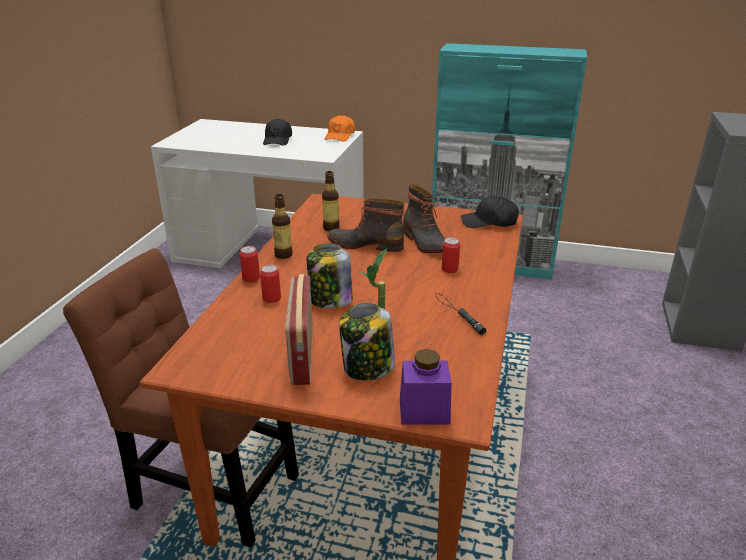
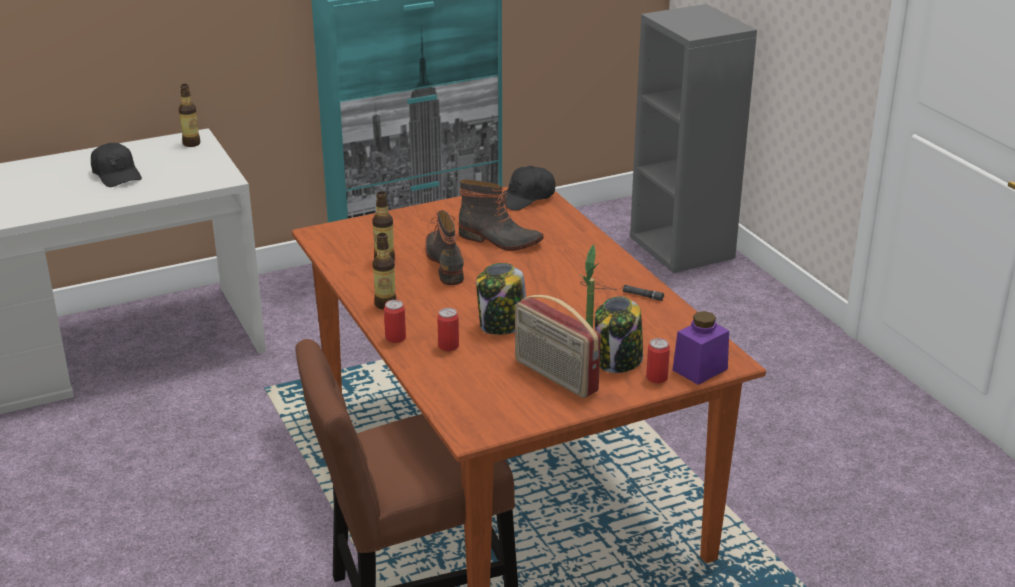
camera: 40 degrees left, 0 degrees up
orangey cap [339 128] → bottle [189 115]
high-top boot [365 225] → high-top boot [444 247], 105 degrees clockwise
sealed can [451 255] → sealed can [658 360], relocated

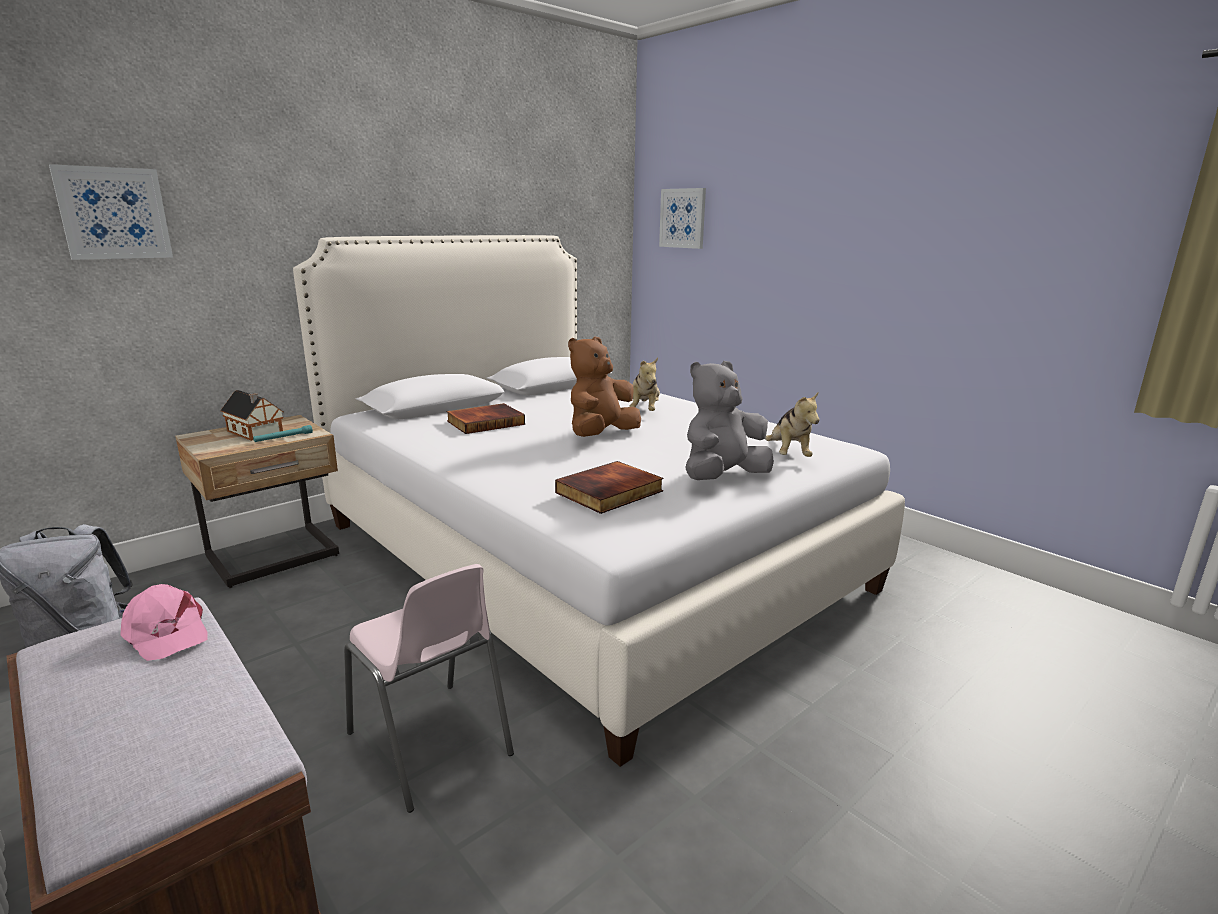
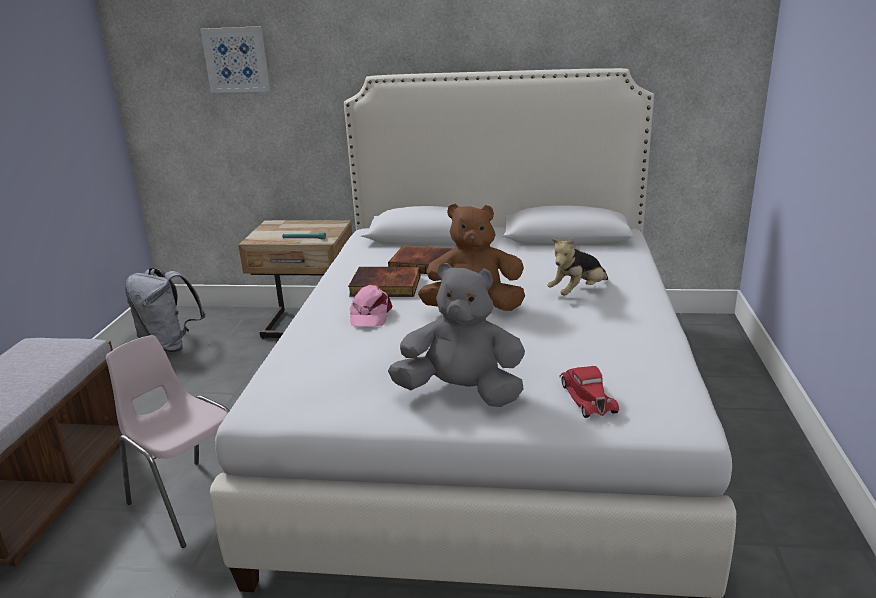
camera: 50 degrees right, 5 degrees up
wall picture [682 218] → -
model house [251 415] → -
plush toy [792 424] → red-coloured model car [589 392]
volume [609 487] → volume [384 282], relocated
pink-coloured chair [429 688] → pink-coloured chair [168 441], 120 degrees clockwise
pink-coloured cap [164 622] → pink-coloured cap [371 306], relocated

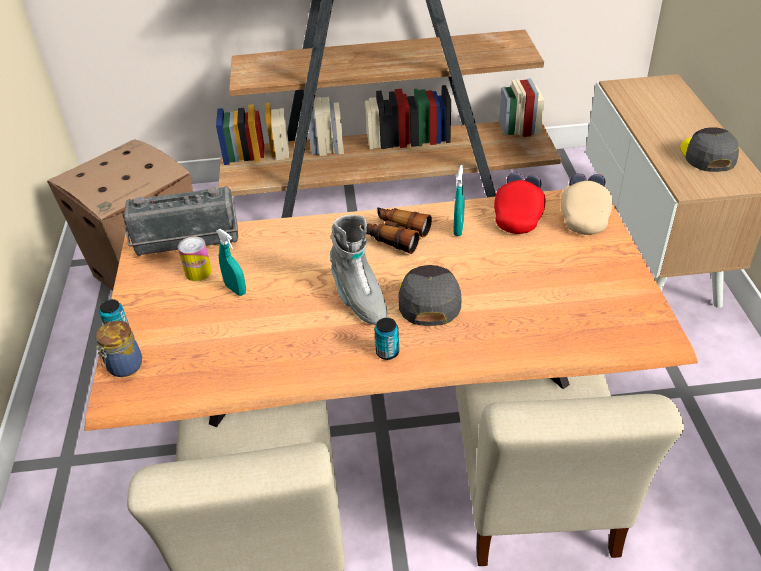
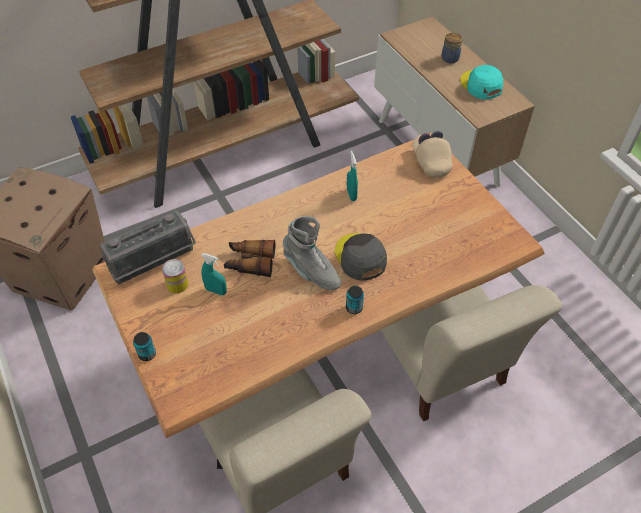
camera: 25 degrees left, 10 degrees up
gray cap [709 149] → turquoise-coloured cap [481 82]
red-coloured cap [520 203] → -
pair of binoculars [396 230] → pair of binoculars [249 258], relocated
jar [118 348] → jar [452 48], relocated

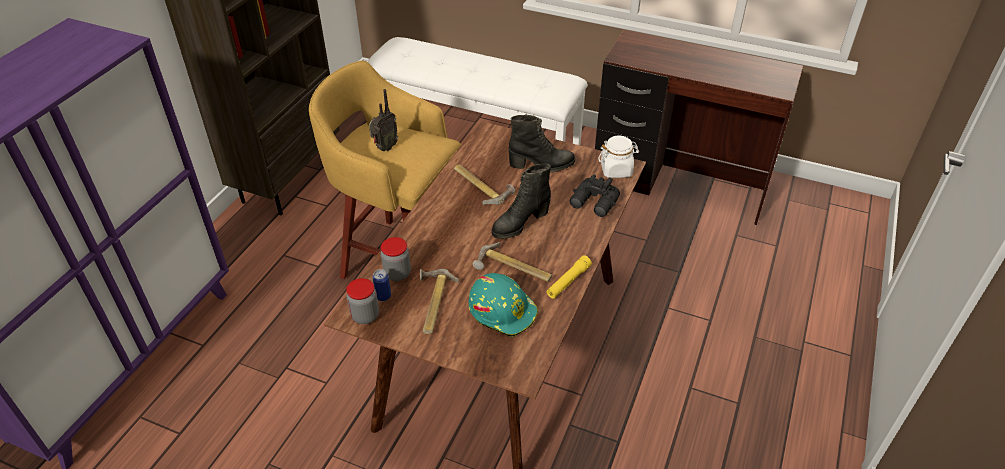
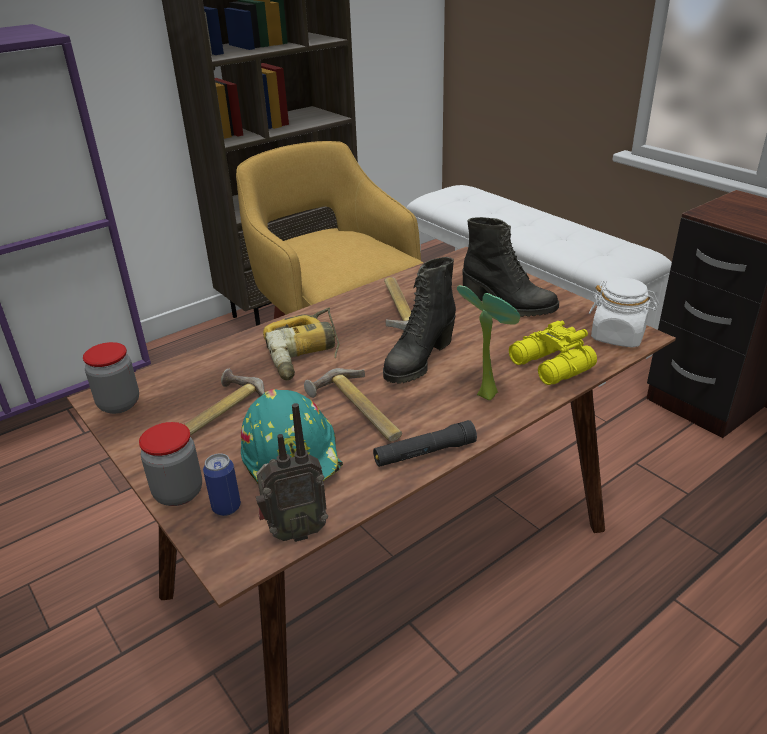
camera: 30 degrees right, 10 degrees down
radio receiver [383 120] → radio receiver [292 472], relocated
blackish high-top boot [521 201] → blackish high-top boot [419 320], 45 degrees counterclockwise
blackish pair of binoculars [595 196] → yellow pair of binoculars [553 353]
jar [396 259] → jar [170 464], relocated
yellow flashlight [569 277] → blackish flashlight [425 443]
sealed can [381 285] → sealed can [222 484], relocated
- → plant in a pot [488 342]
- → power drill [301 343]

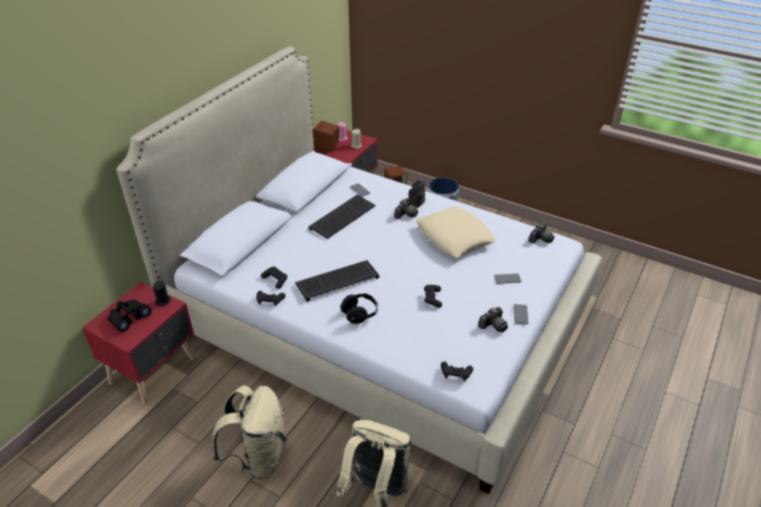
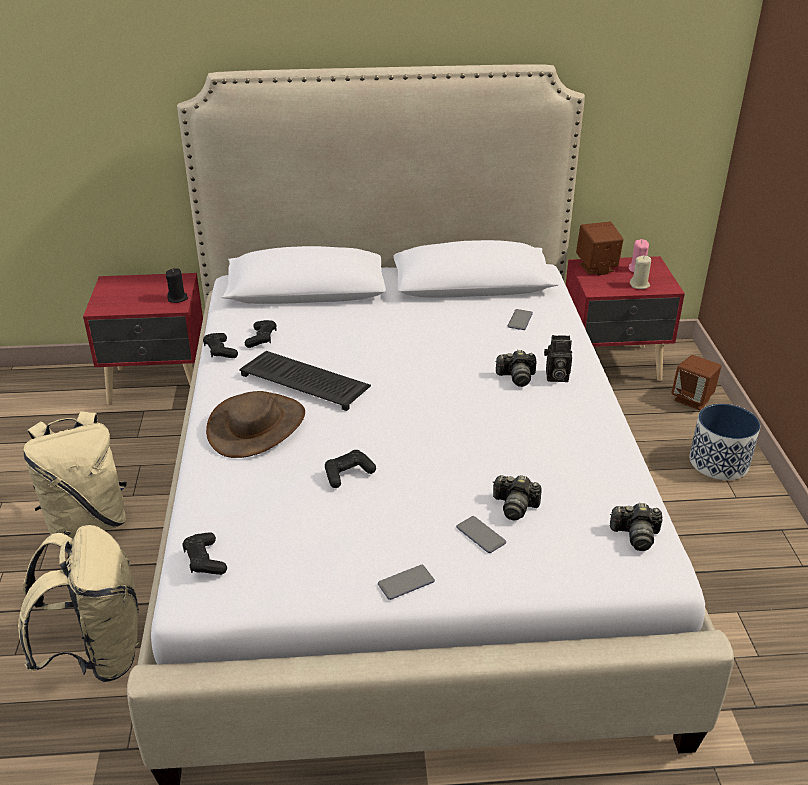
camera: 55 degrees right, 5 degrees down
keyboard [342 217] → -
sand-coloured throw pillow [455 232] → -
blackish headset [359 308] → brownish wearable hat [255 424]
blackish pair of binoculars [130 316] → -
still camera [493 320] → still camera [517 498], relocated

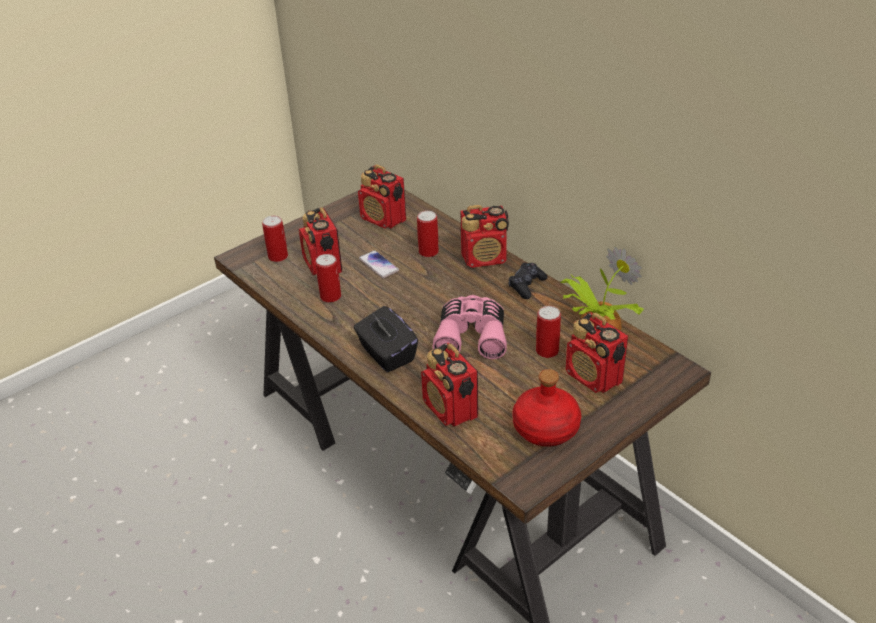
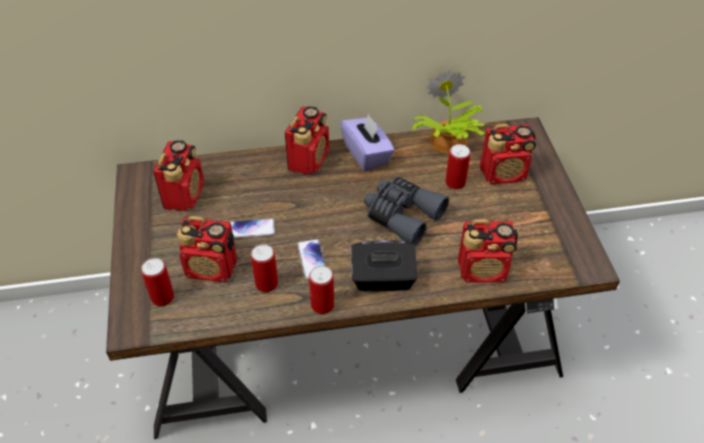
camera: 60 degrees left, 10 degrees up
radio receiver [382 196] → radio receiver [178 175], 60 degrees counterclockwise
sealed can [428 234] → sealed can [321 290], relocated
blackish game controller [528 281] → purplish tissue box [367 142]
pink-coloured pair of binoculars [470 327] → gray pair of binoculars [406 211]
red-coloured bottle [546 408] → -
- → handset [311 259]

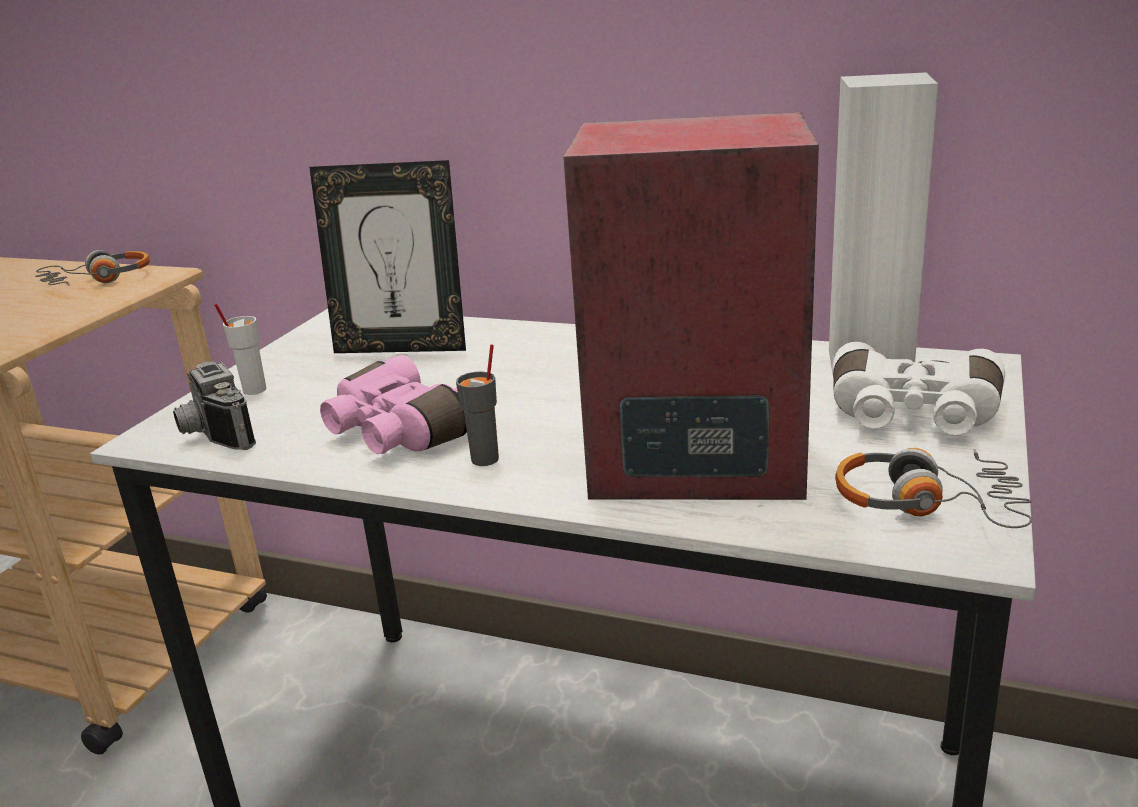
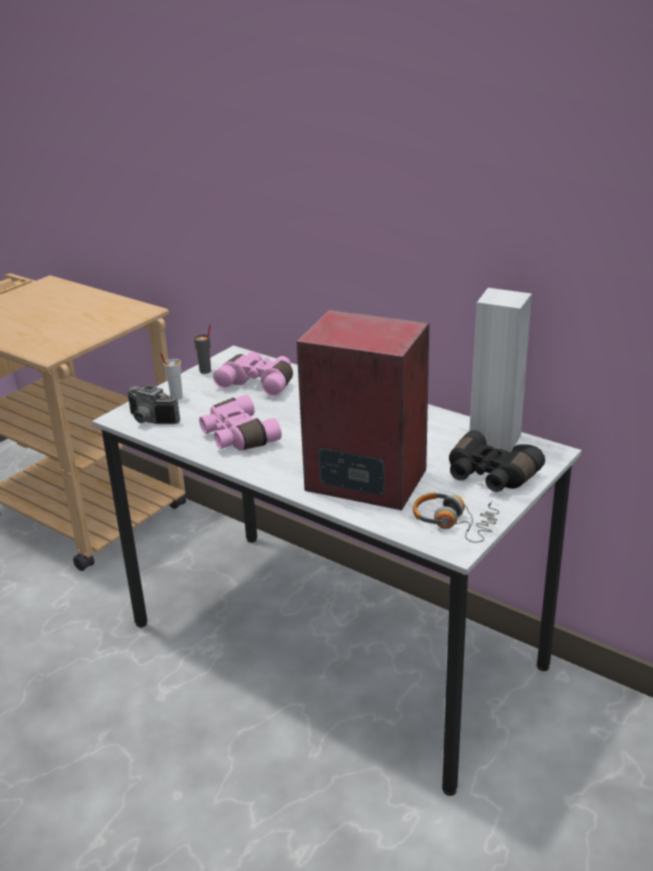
camera: 15 degrees right, 5 degrees up
standing frame [387 256] → pink-coloured pair of binoculars [253 374]
headset [92 267] → -
white pair of binoculars [919 388] → blackish pair of binoculars [497 461]
gray small cup [477 405] → gray small cup [202 349], relocated
still camera [214 405] → still camera [153 404], 45 degrees counterclockwise

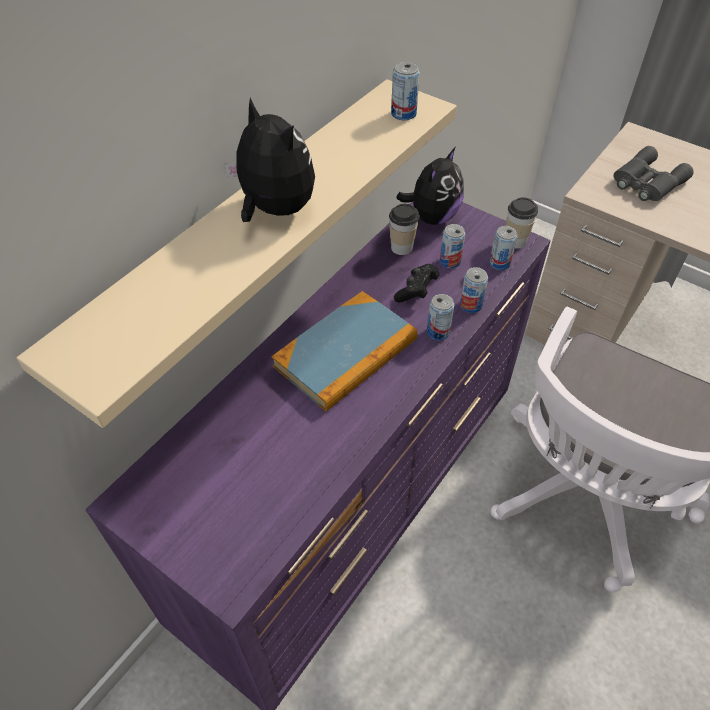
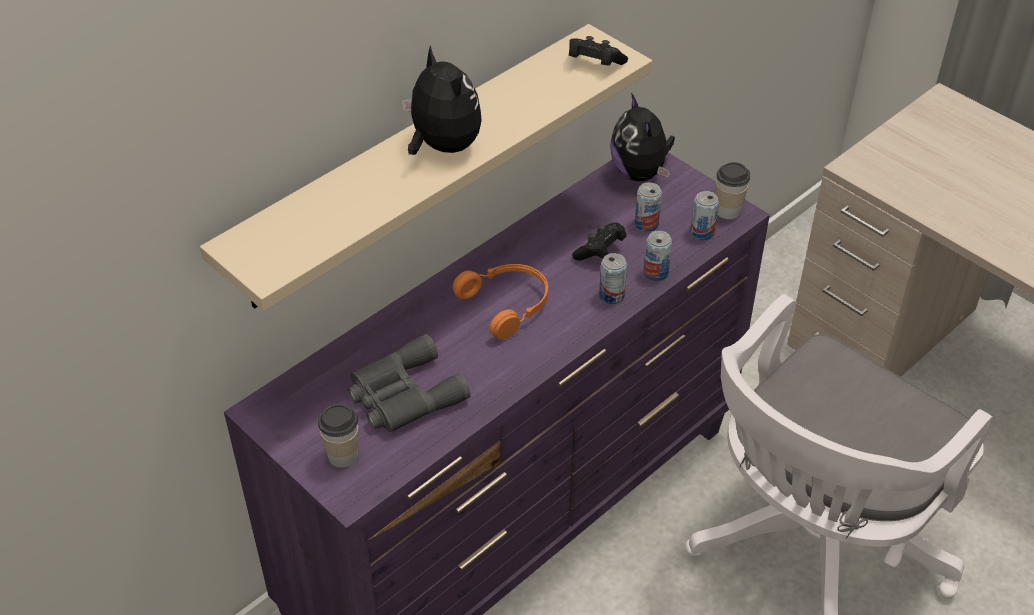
camera: 10 degrees right, 5 degrees down
sealed can [405 91] → blackish game controller [598 51]
gray pair of binoculars [653 173] → gray pair of binoculars [409 383], relocated
plush toy [430 186] → plush toy [642 137], 120 degrees clockwise
small cup [404 229] → small cup [338 436], relocated
volume [344 351] → orangey headset [500 302]

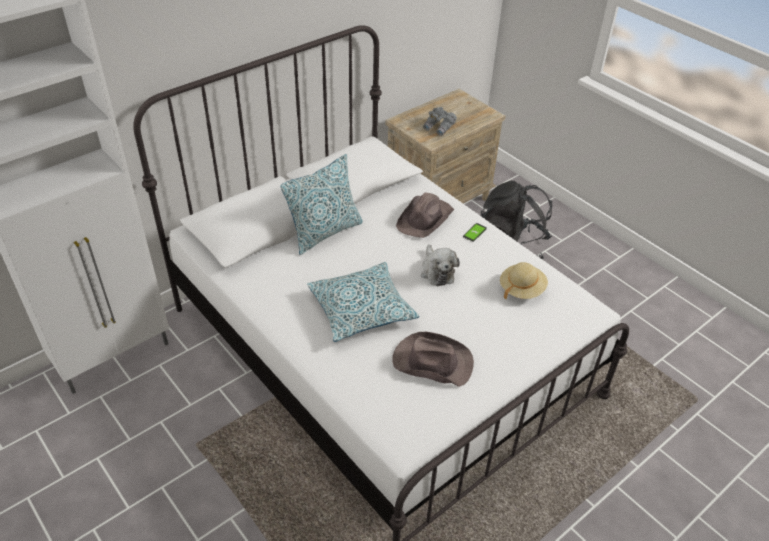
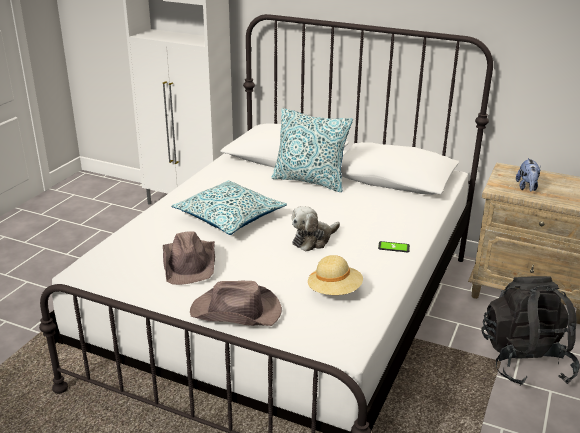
camera: 65 degrees right, 15 degrees down
gray pair of binoculars [440 121] → plush toy [528 175]
brownish wearable hat [425 215] → brownish wearable hat [236 303], relocated

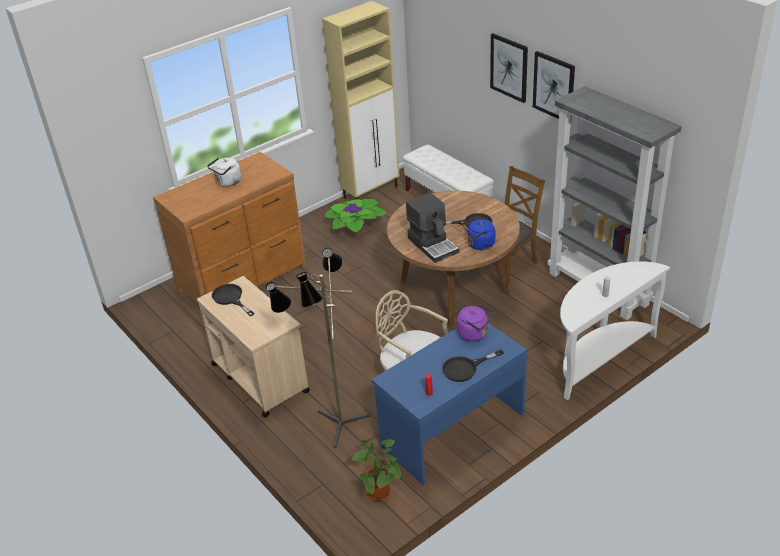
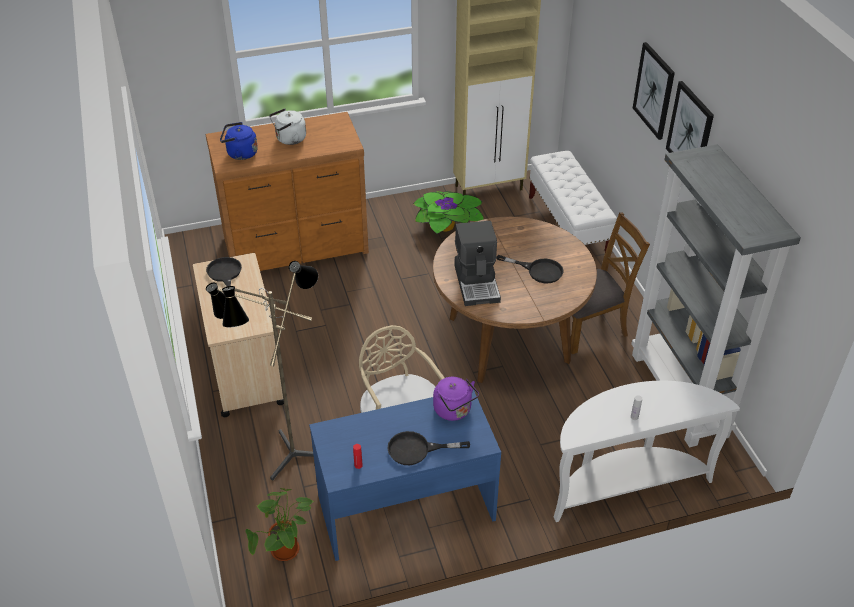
camera: 20 degrees right, 5 degrees up
blue water kettle [479 233] → blue water kettle [239 141], relocated

